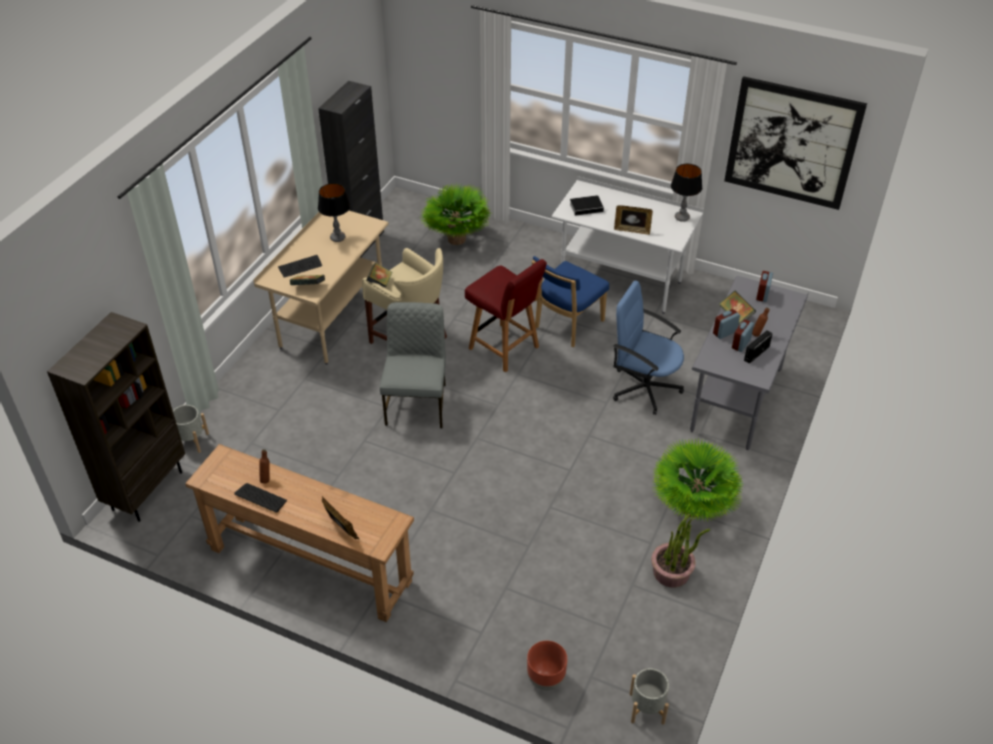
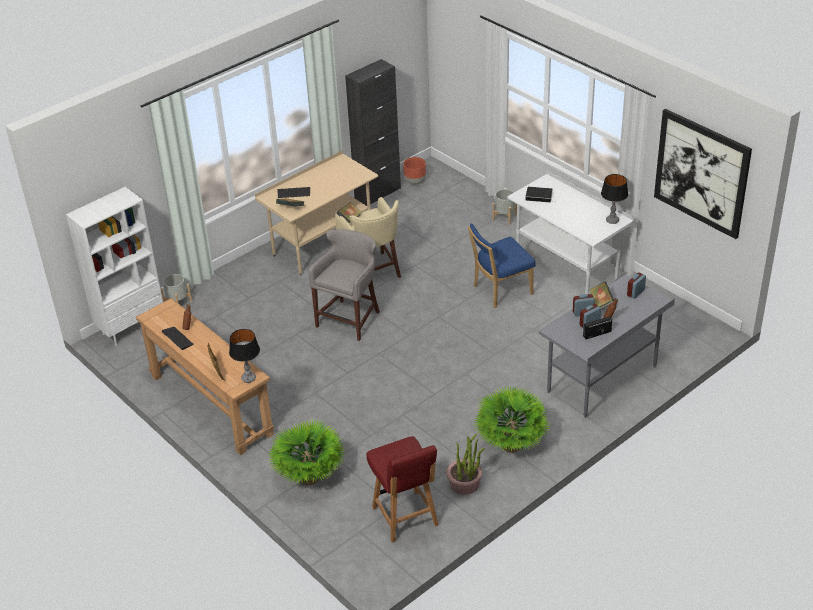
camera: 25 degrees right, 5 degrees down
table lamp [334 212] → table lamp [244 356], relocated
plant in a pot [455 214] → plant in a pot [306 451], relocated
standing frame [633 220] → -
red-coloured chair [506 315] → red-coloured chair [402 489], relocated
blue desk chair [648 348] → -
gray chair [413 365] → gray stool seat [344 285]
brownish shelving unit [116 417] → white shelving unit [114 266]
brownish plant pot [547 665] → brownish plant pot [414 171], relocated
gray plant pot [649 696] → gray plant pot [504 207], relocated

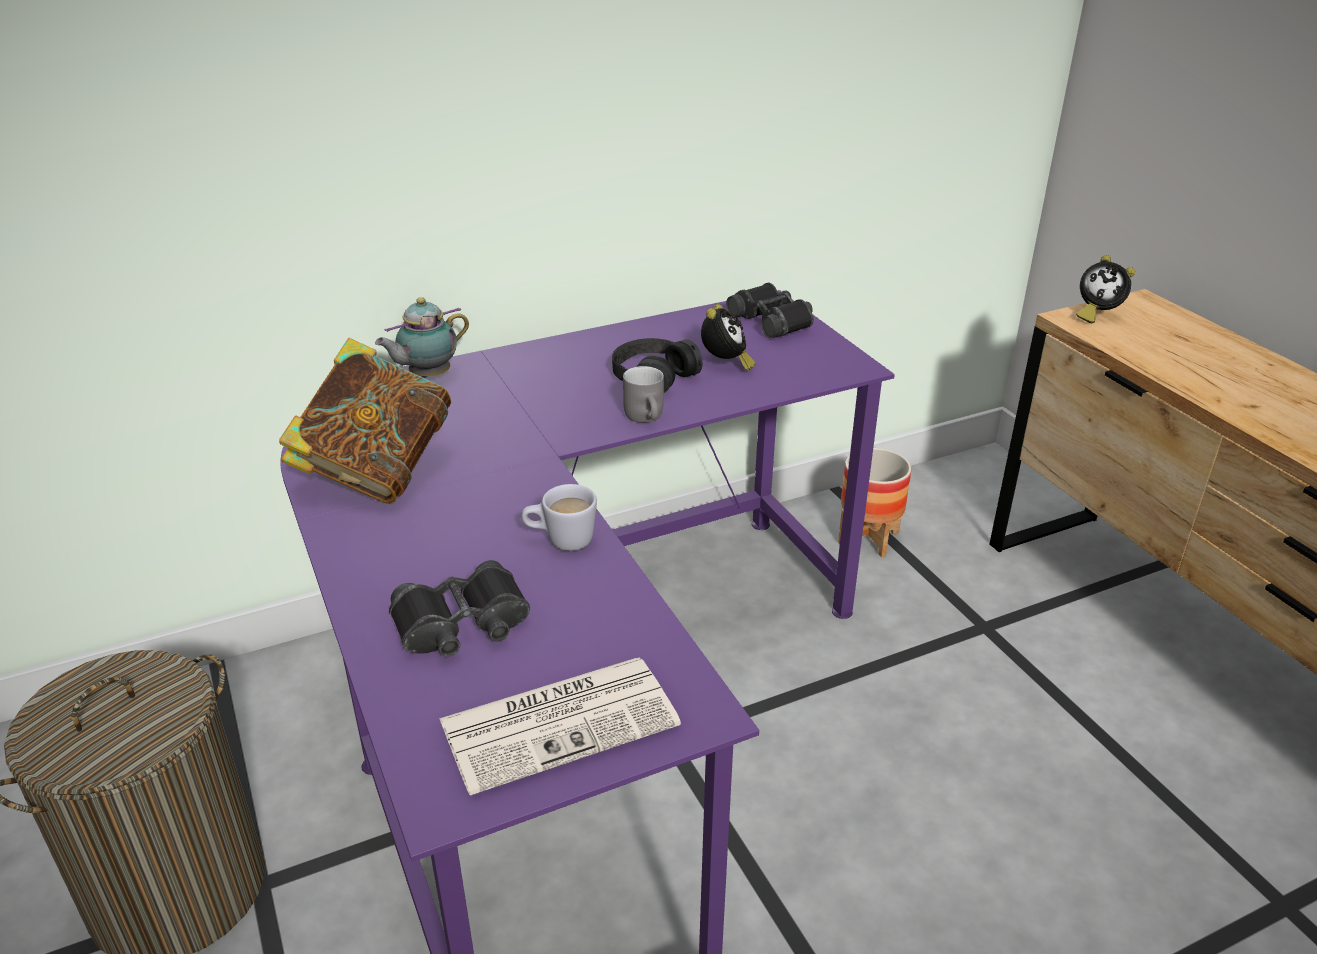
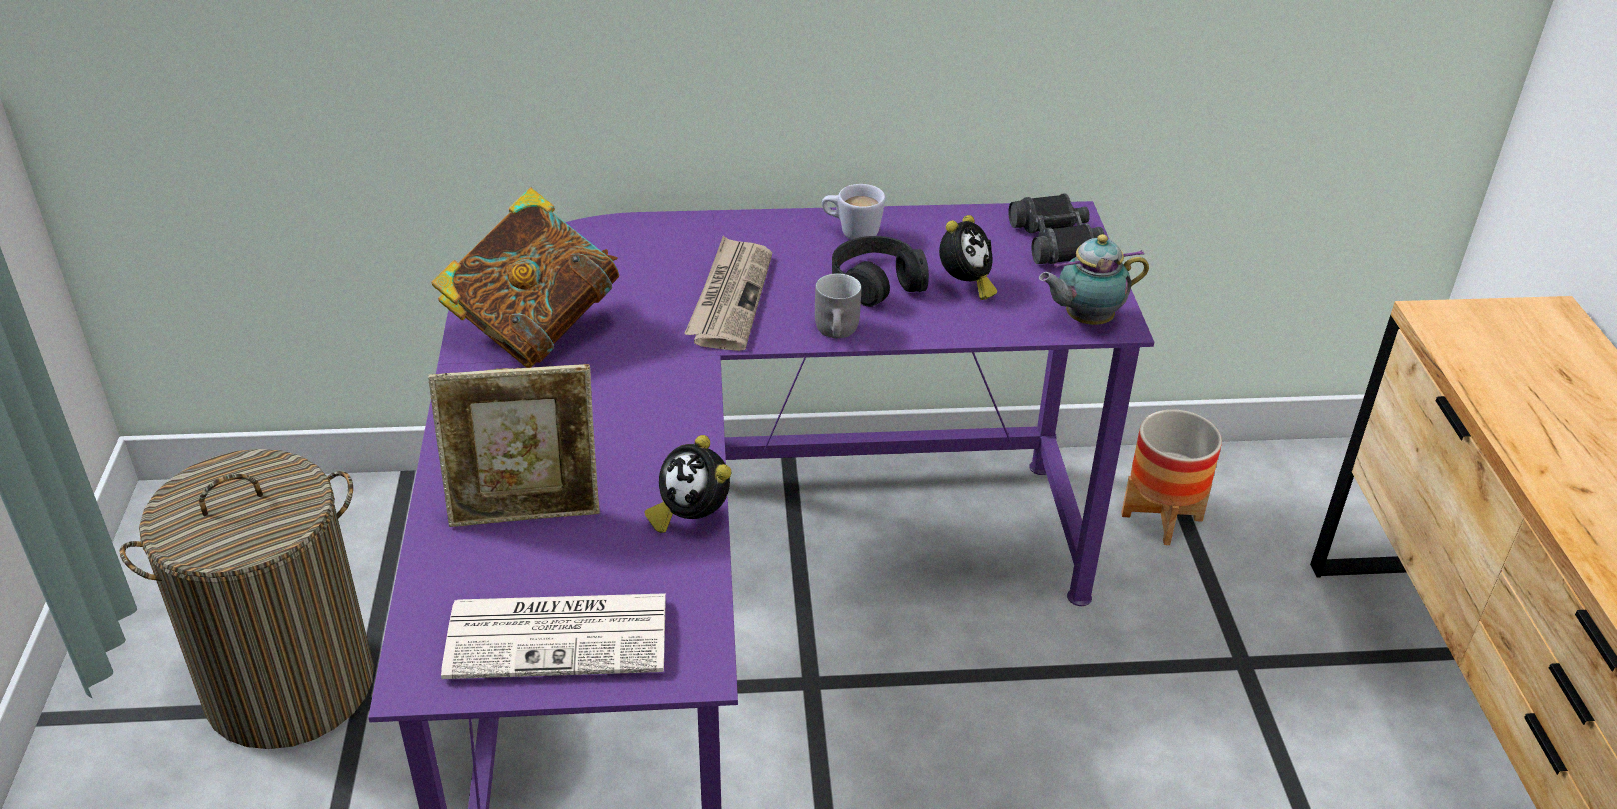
camera: 20 degrees right, 5 degrees up
bedside clock [1105 289] → bedside clock [688 484], relocated
pot for tea [422 337] → pot for tea [1094 279], relocated
white tea mug [559 517] → white tea mug [854 212], relocated
blackish pair of binoculars [459 608] → standing frame [514 445]
- → newspaper [728 293]

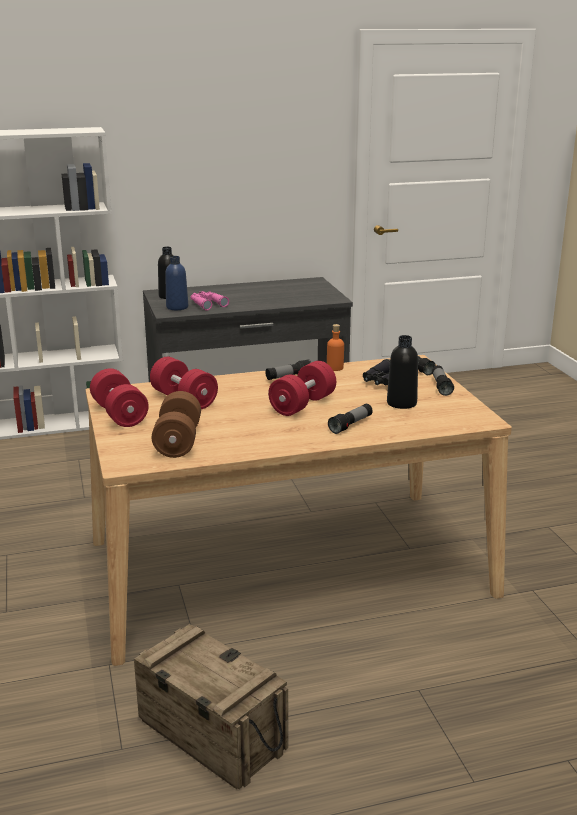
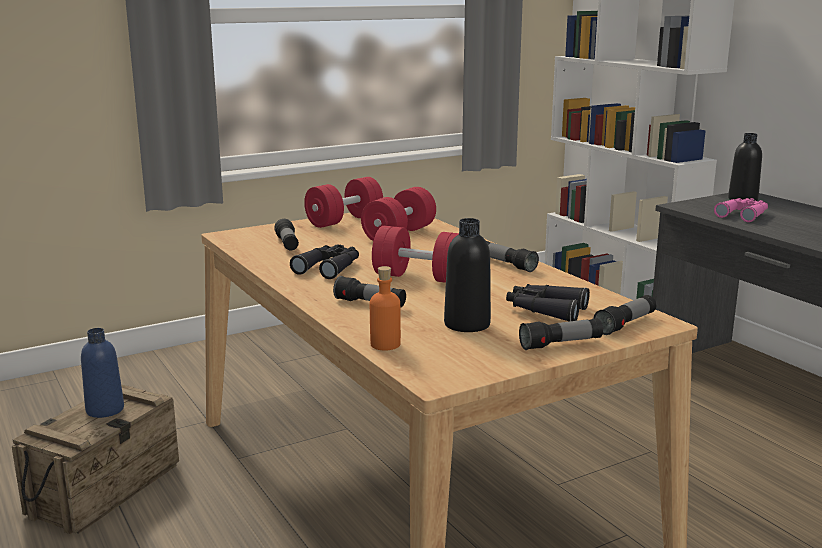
camera: 75 degrees right, 5 degrees down
blue bottle [176 283] → blue bottle [102 373], relocated
orangey bottle [335 347] → orangey bottle [385 308], relocated
brownish dumbbell [176 424] → flashlight [286 234]
- → blackish pair of binoculars [324 261]

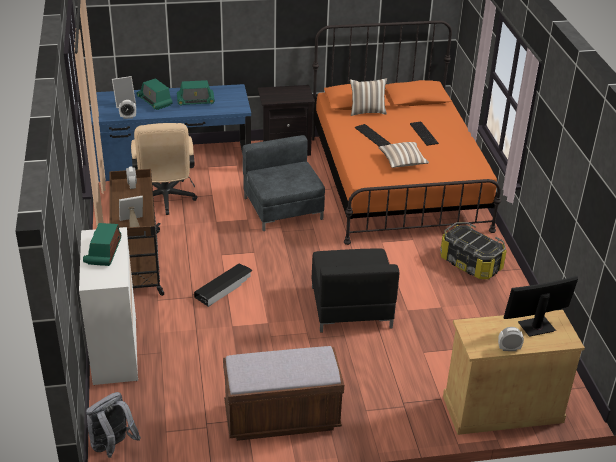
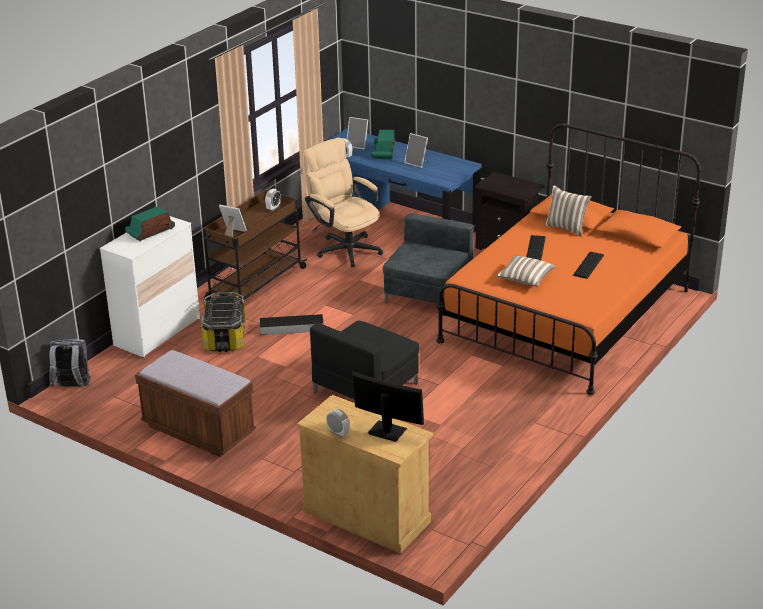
camera: 45 degrees right, 5 degrees down
radio receiver [196 93] → standing frame [416 150]
sand-coloured desk chair [164 169] → sand-coloured desk chair [342 202], 105 degrees clockwise
storage bin [473 250] → storage bin [223 322], relocated

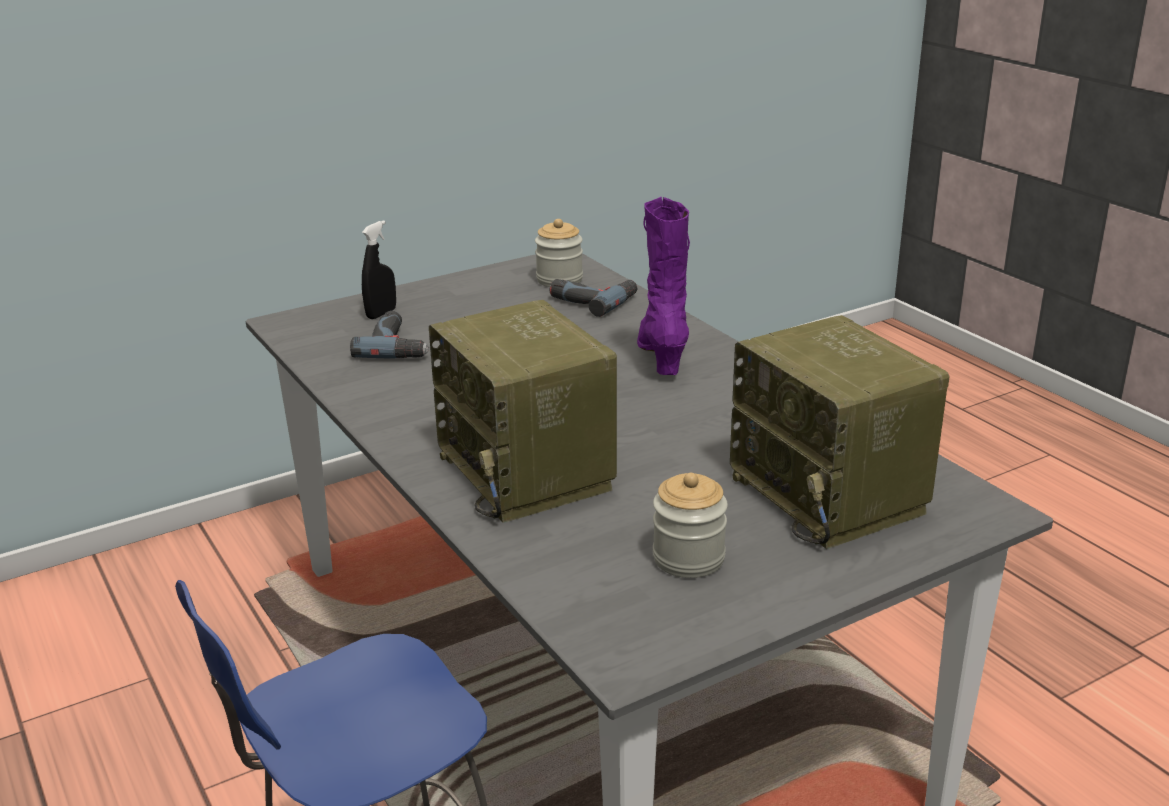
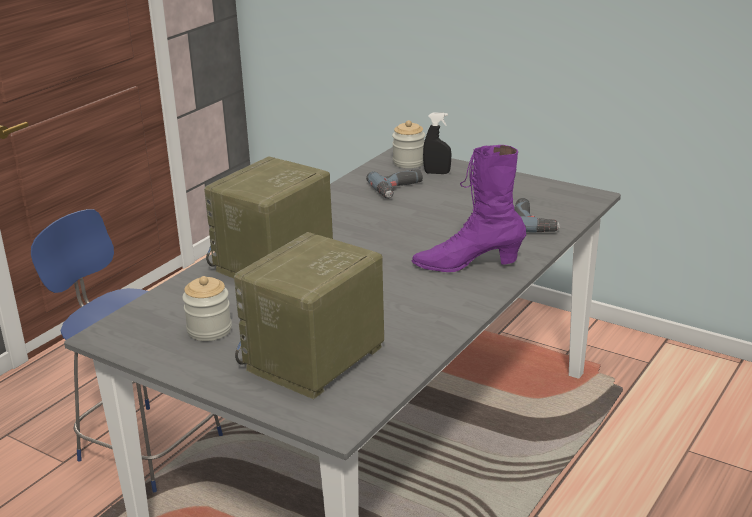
camera: 65 degrees right, 0 degrees up
purplish high-top boot [663 286] → purplish high-top boot [469 208], 150 degrees counterclockwise
jar [559 253] → jar [408 144], relocated

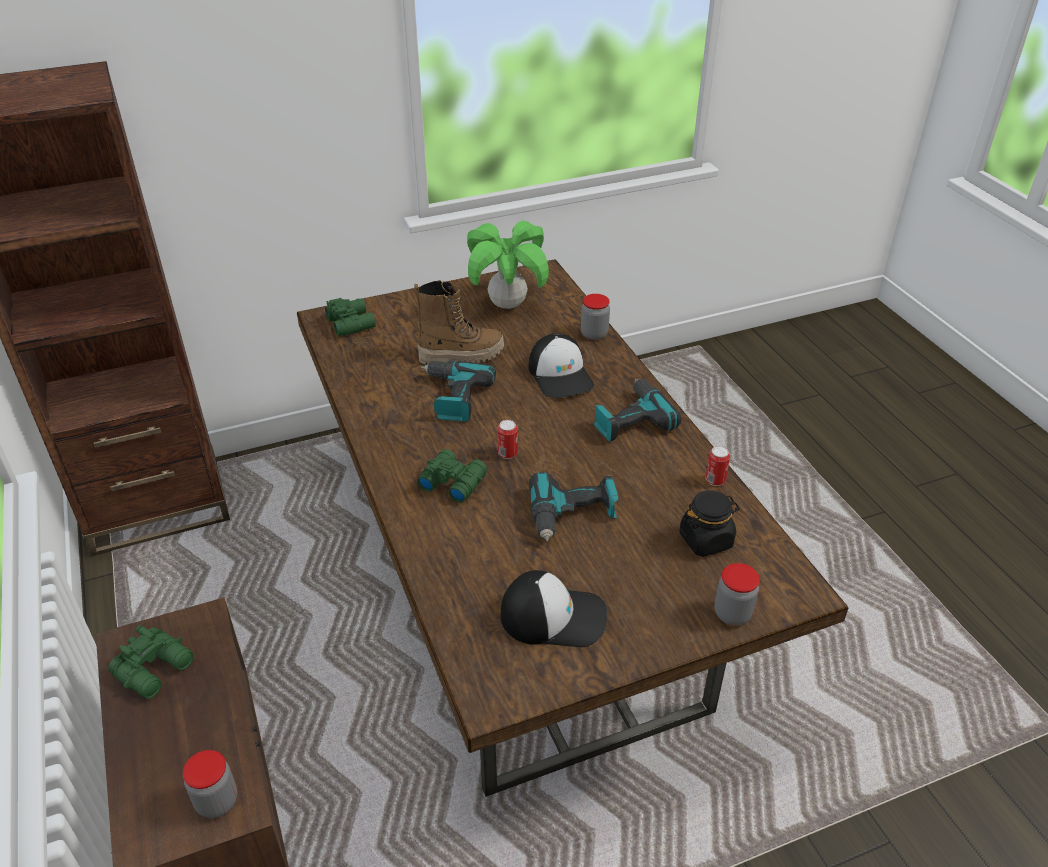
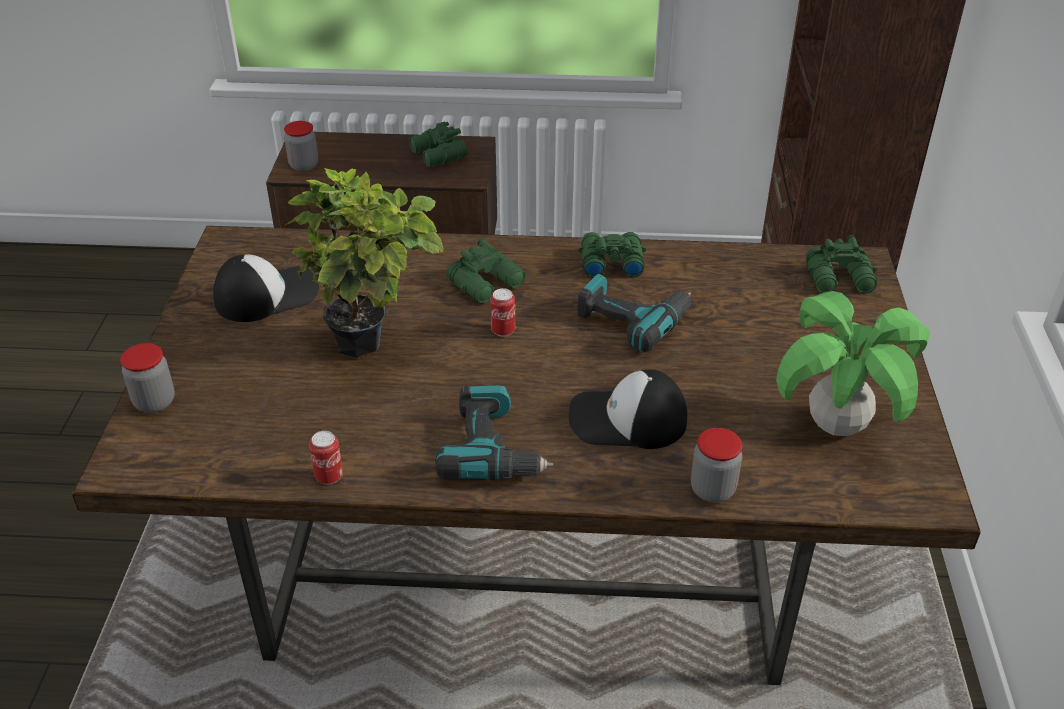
camera: 115 degrees right, 0 degrees up
high-top boot [459 322] → -
power drill [574 507] → plant in a pot [364 263]
blackish jar [709 523] → -
cap [554 608] → cap [266 288], 150 degrees counterclockwise
- → greenish pair of binoculars [612 255]

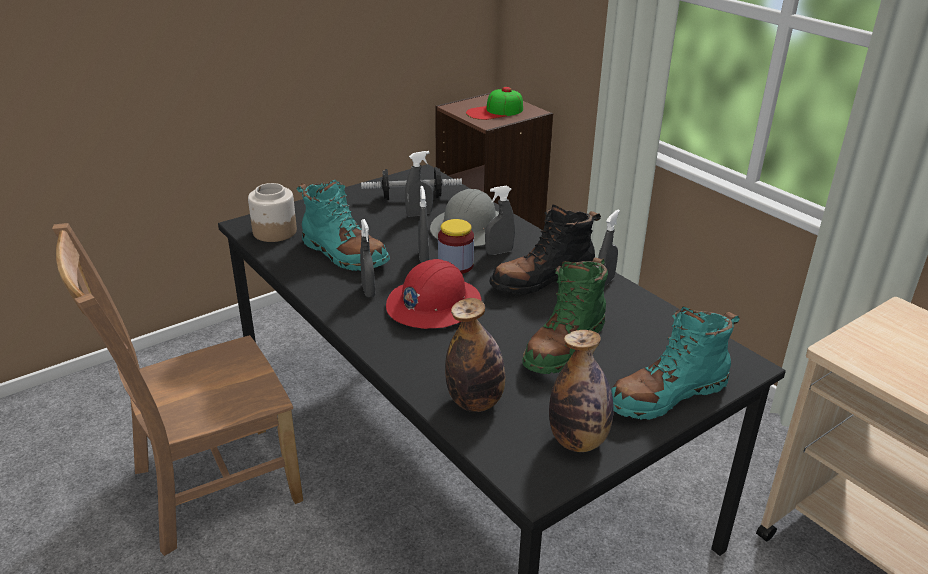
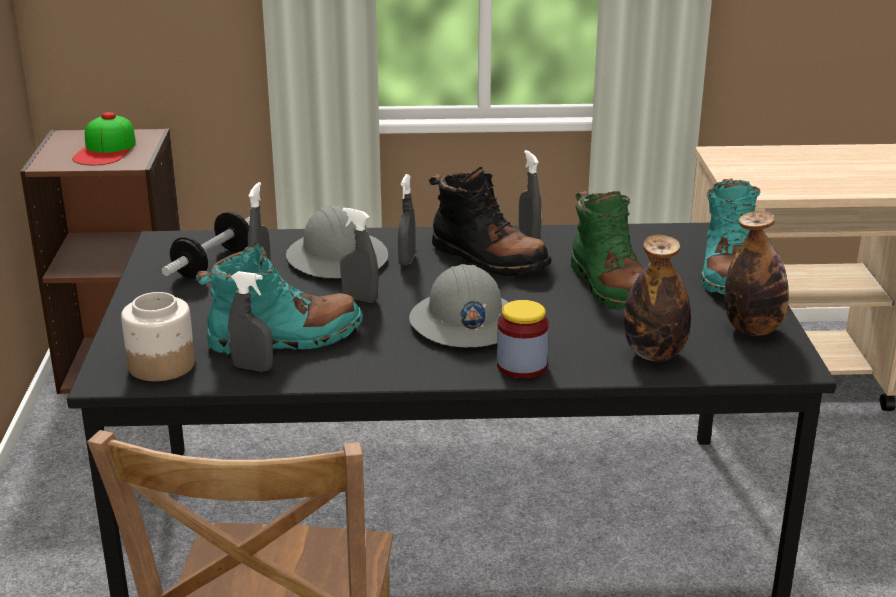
camera: 55 degrees left, 5 degrees down
blackish high-top boot [545 249] → blackish high-top boot [490 221], 60 degrees counterclockwise
gray spray bottle [367 258] → gray spray bottle [250 321], relocated
jar [456 246] → jar [523 339], relocated
red-coloured safety helmet [434 294] → gray safety helmet [459 306]

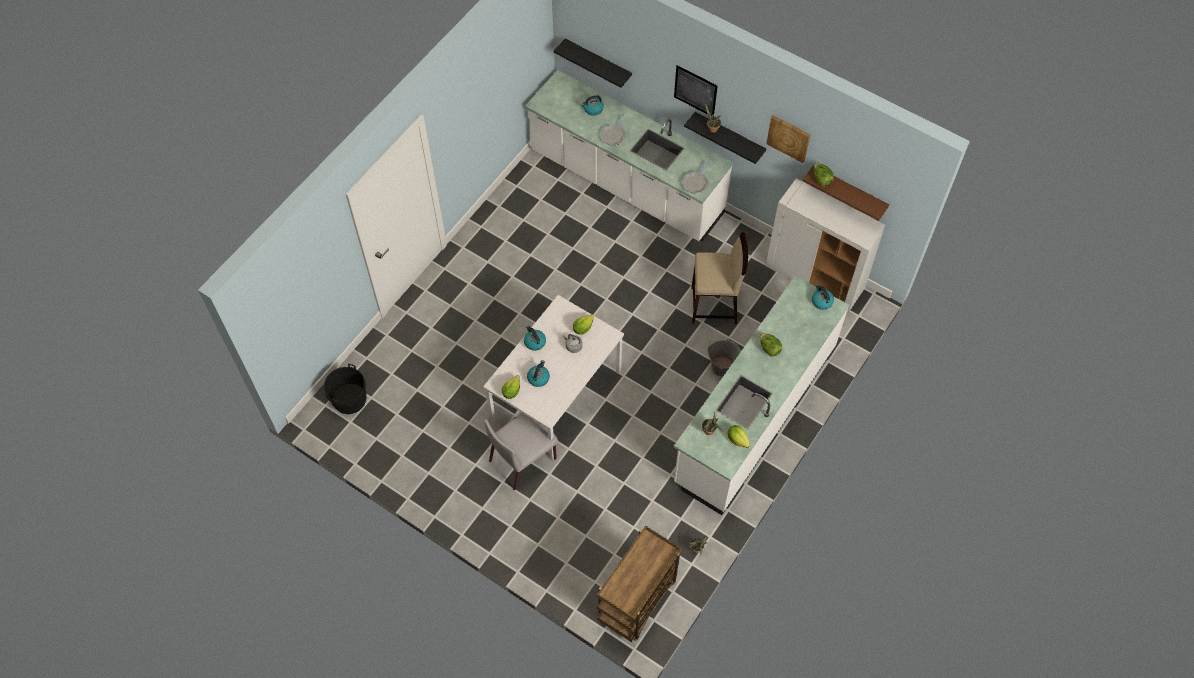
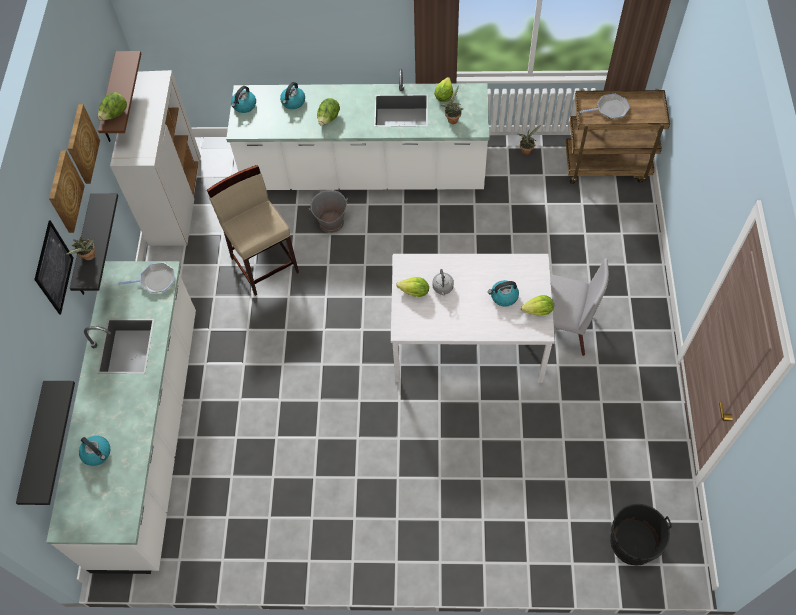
camera: 120 degrees left, 0 degrees up
frying pan [613 130] → frying pan [604 106], relocated
water kettle [535 338] → water kettle [292 95], relocated
- → wall picture [67 191]

